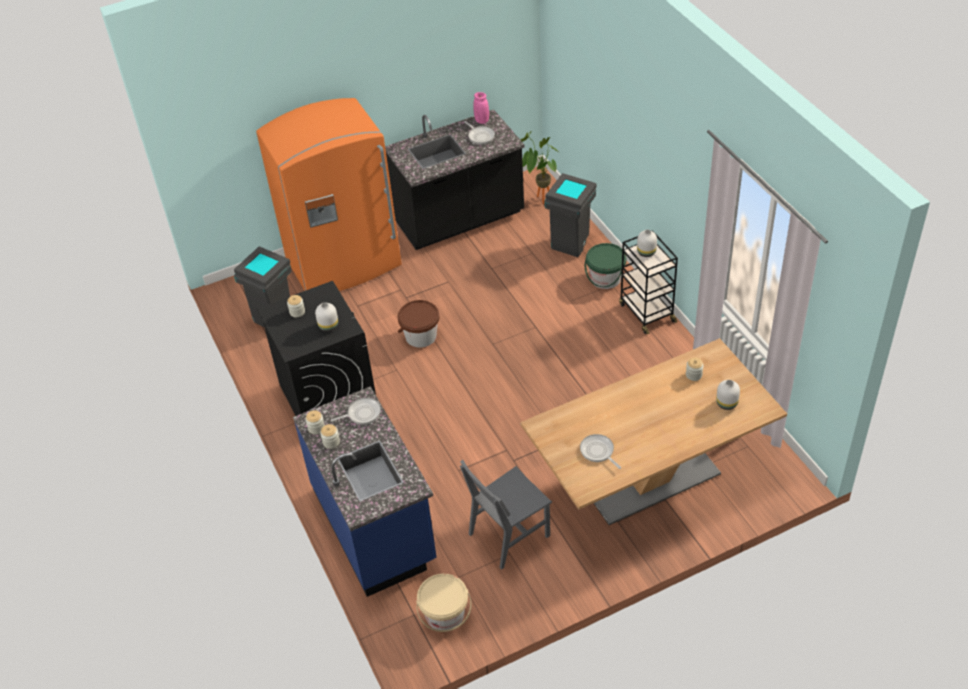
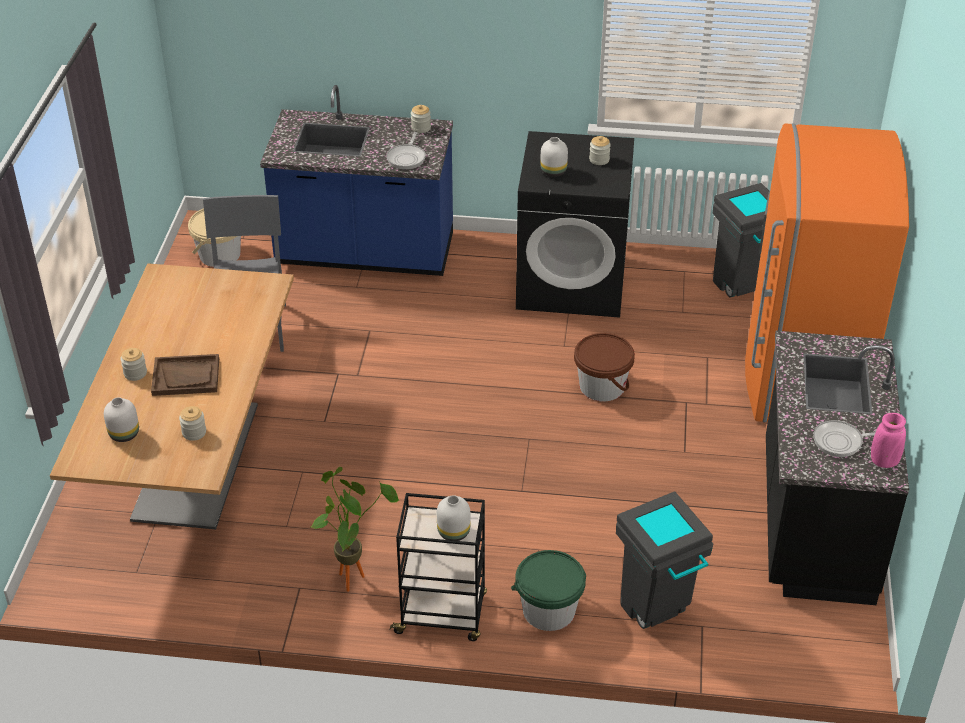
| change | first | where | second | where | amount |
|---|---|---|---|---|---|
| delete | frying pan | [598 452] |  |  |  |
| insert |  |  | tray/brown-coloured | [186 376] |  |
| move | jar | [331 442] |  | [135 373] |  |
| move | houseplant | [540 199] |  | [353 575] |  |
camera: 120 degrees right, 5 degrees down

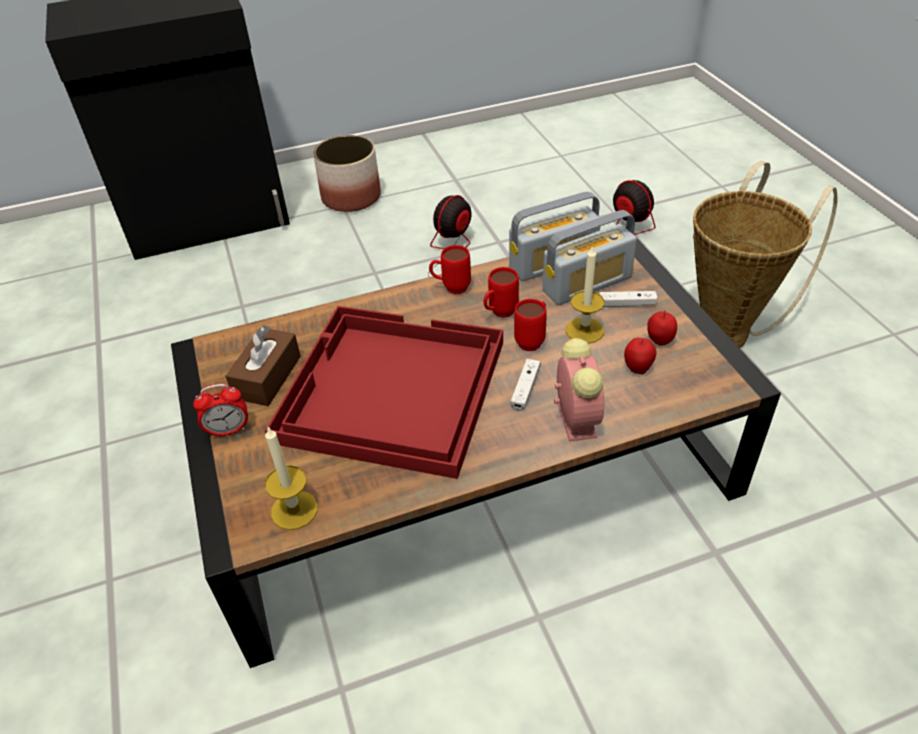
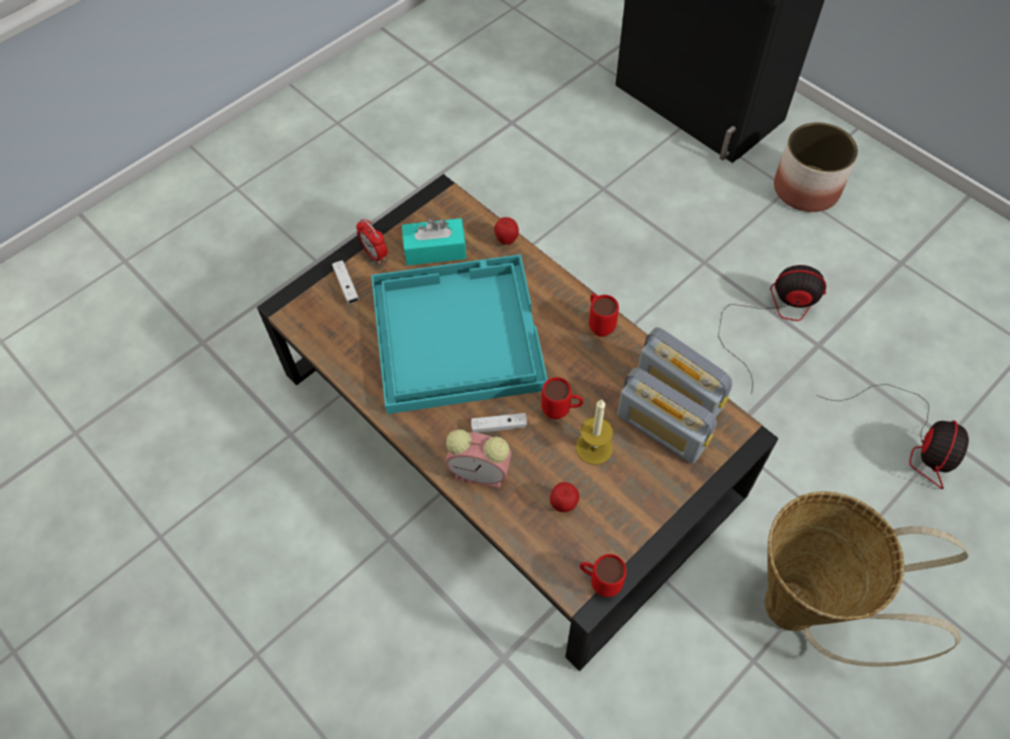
| change | first | where | second | where | amount |
|---|---|---|---|---|---|
| delete | wax candle | [294 510] |  |  |  |
| move | mug/reddish | [499 314] |  | [599 582] |  |
| move | gamepad/white-coloured | [627 304] |  | [346 286] |  |
| move | apple | [659 341] |  | [506 240] |  |
| recolor | tissue box/brown-coloured | [267 377] | tissue box/turquoise-coloured | [435 250] |  |
| recolor | tray/reddish | [390 391] | tray/turquoise-coloured | [455 333] |  |
| rotate | table clock | [575 418] |  | [482 473] | 45 degrees clockwise |
camera: 65 degrees right, 15 degrees up

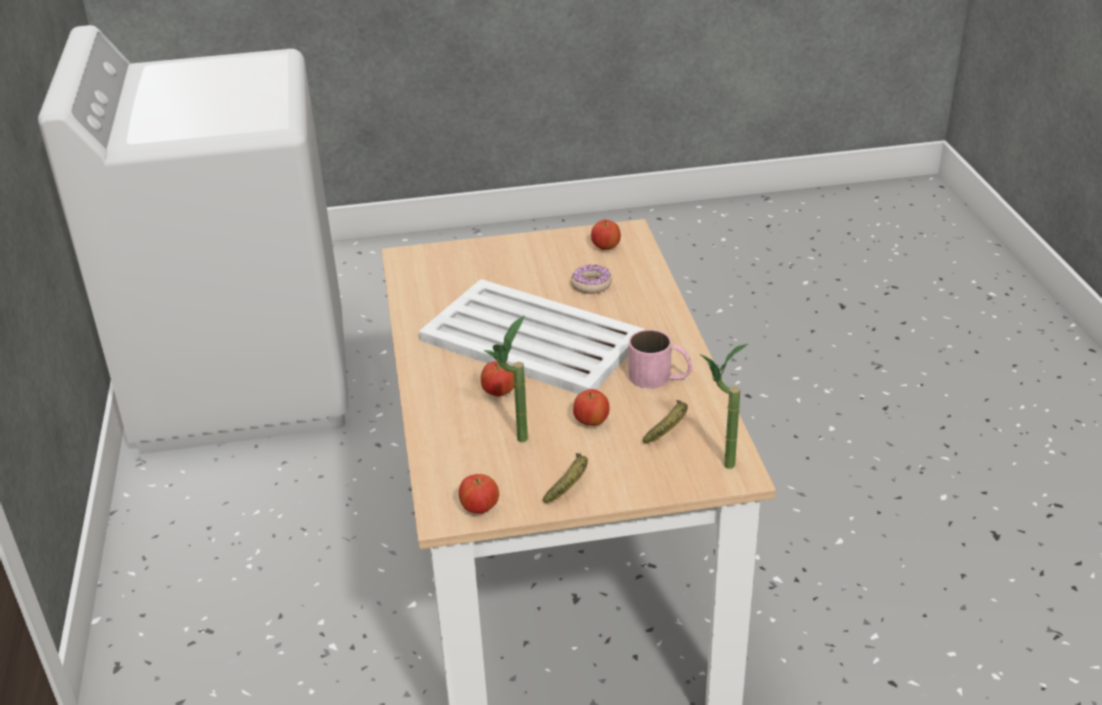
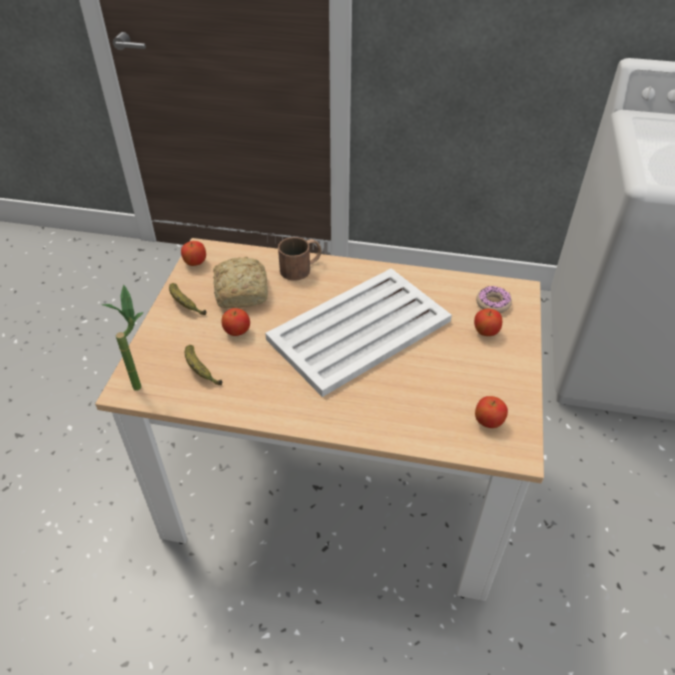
| change | first | where | second | where | amount |
|---|---|---|---|---|---|
| delete | mug/pinkish | [660 377] |  |  |  |
| insert |  |  | mug/brown-coloured | [301 268] |  |
| move | apple | [499 393] |  | [485 332] |  |
| move | donut | [591 284] |  | [493 303] |  |
| replace | houseplant | [514 444] | bakery bread | [242 291] |  |
camera: 110 degrees right, 10 degrees up

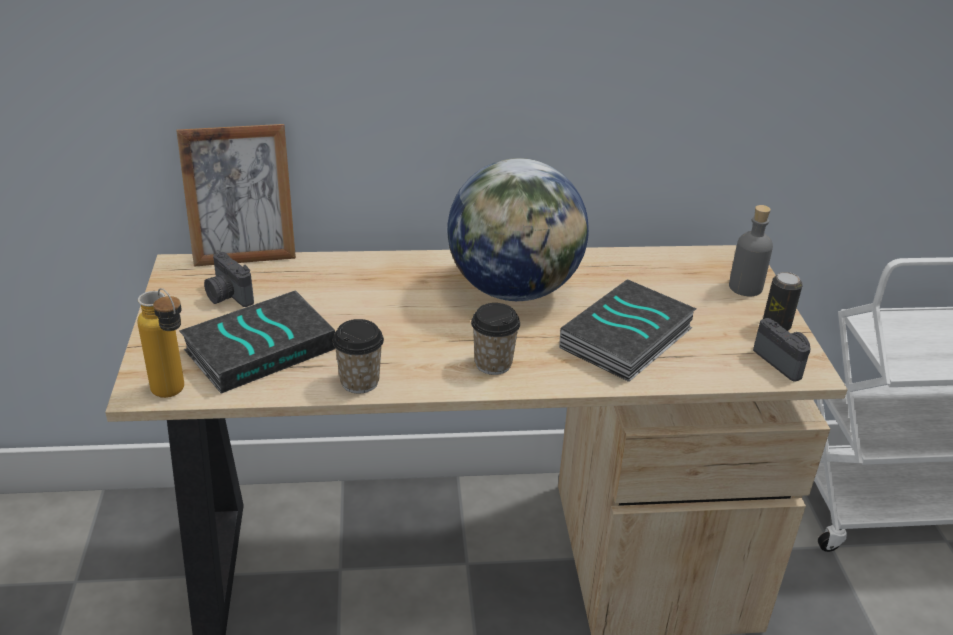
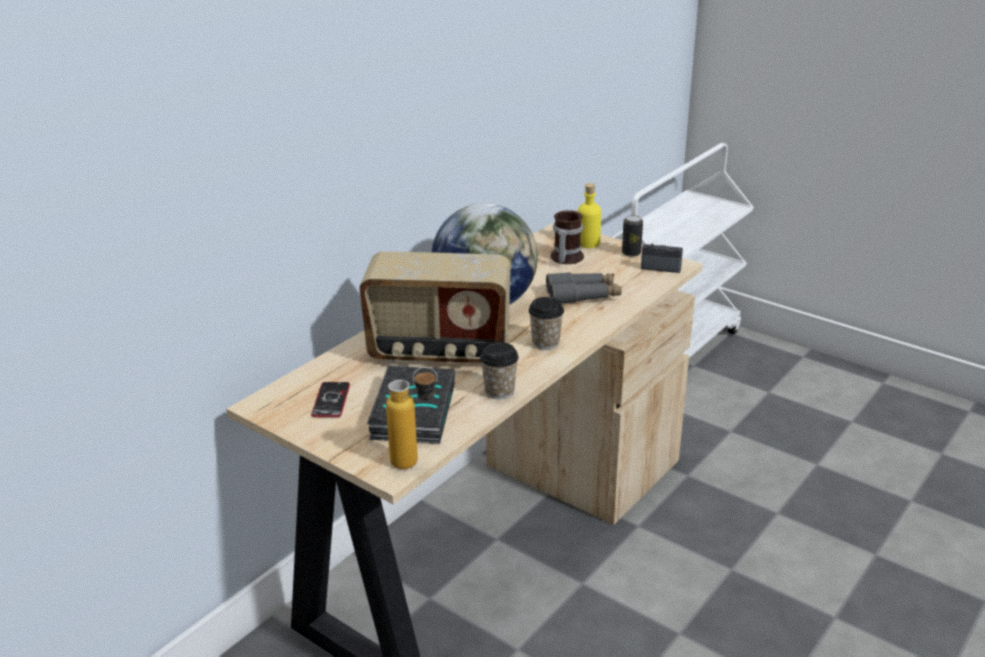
| change | first | where | second | where | amount |
|---|---|---|---|---|---|
| delete | standing frame | [245 255] |  |  |  |
| insert |  |  | radio | [439 352] |  |
| insert |  |  | mug | [564 258] |  |
| replace | still camera | [227 296] | handset | [331 400] |  |
| replace | volume | [627 339] | binoculars/greyish | [583 295] |  |
| recolor | beverage bottle/greyish | [745 287] | beverage bottle/yellowish | [588 243] |  |
camera: 45 degrees left, 5 degrees down

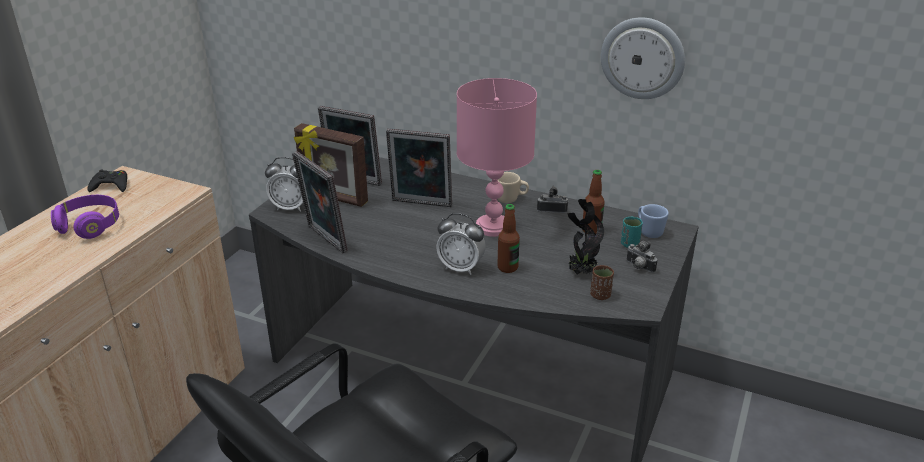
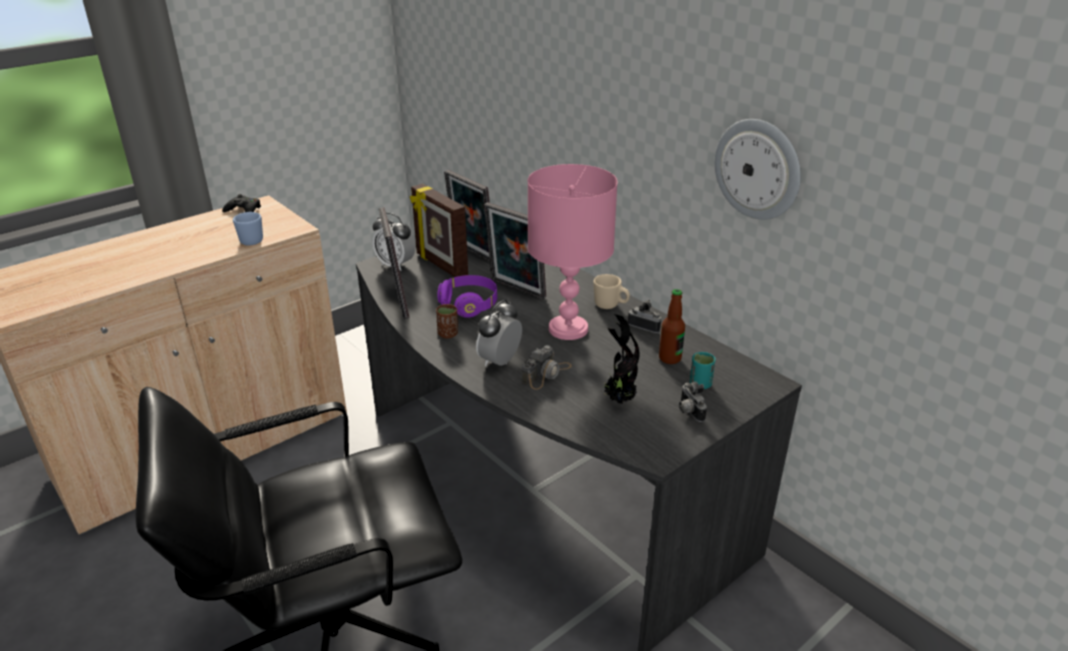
| change | first | where | second | where | amount |
|---|---|---|---|---|---|
| move | headset/purple | [90 226] |  | [469 305] |  |
| move | drinking cup/brown-coloured | [600 295] |  | [448 334] |  |
| move | mug/blue | [648 231] |  | [253 239] |  |
| replace | beverage bottle | [507 267] | still camera | [546 374] |  |
| rotate | table clock | [461 268] |  | [500 361] | 75 degrees clockwise |
camera: 25 degrees right, 0 degrees up

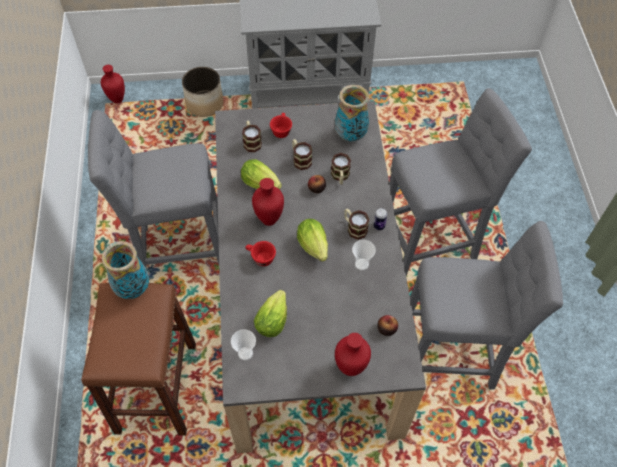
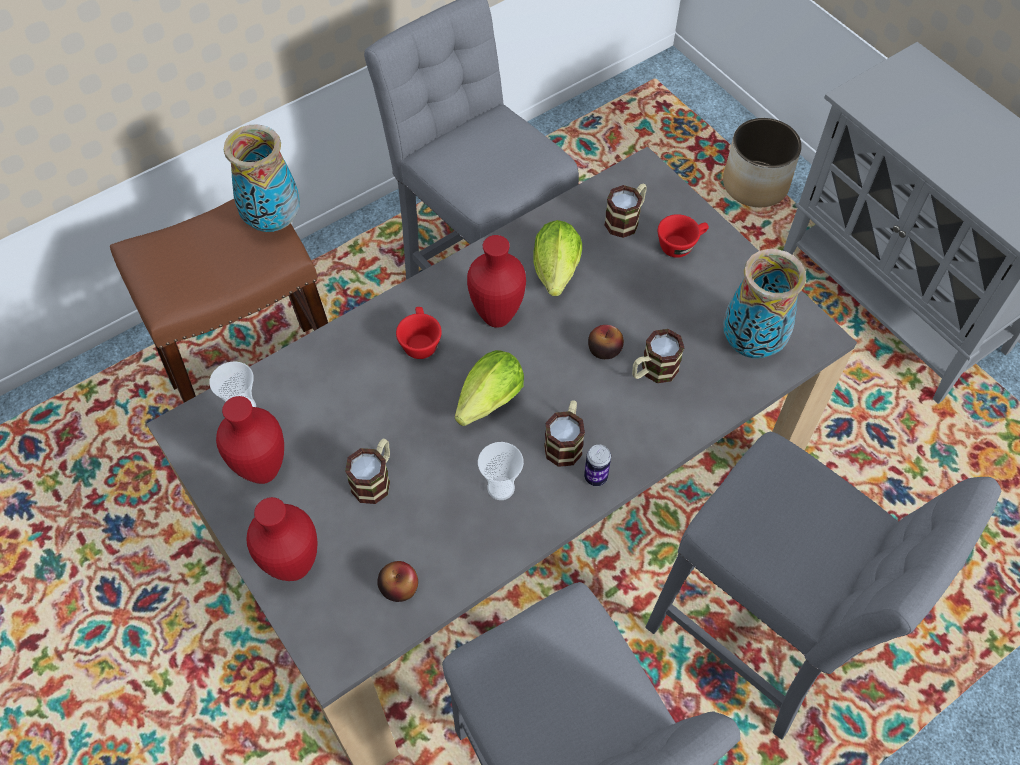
| change | first | where | second | where | amount |
|---|---|---|---|---|---|
| delete | lettuce | [273 318] |  |  |  |
| move | vase/reddish | [117 100] |  | [261 472] |  |
| move | mug | [300 159] |  | [375 479] |  |
camera: 60 degrees right, 0 degrees up

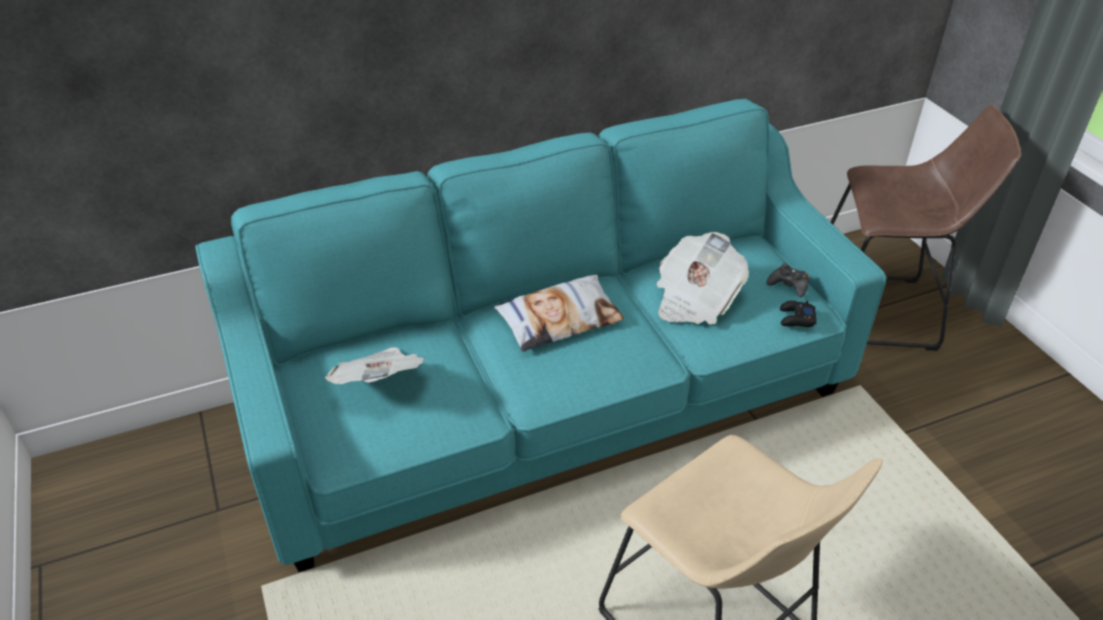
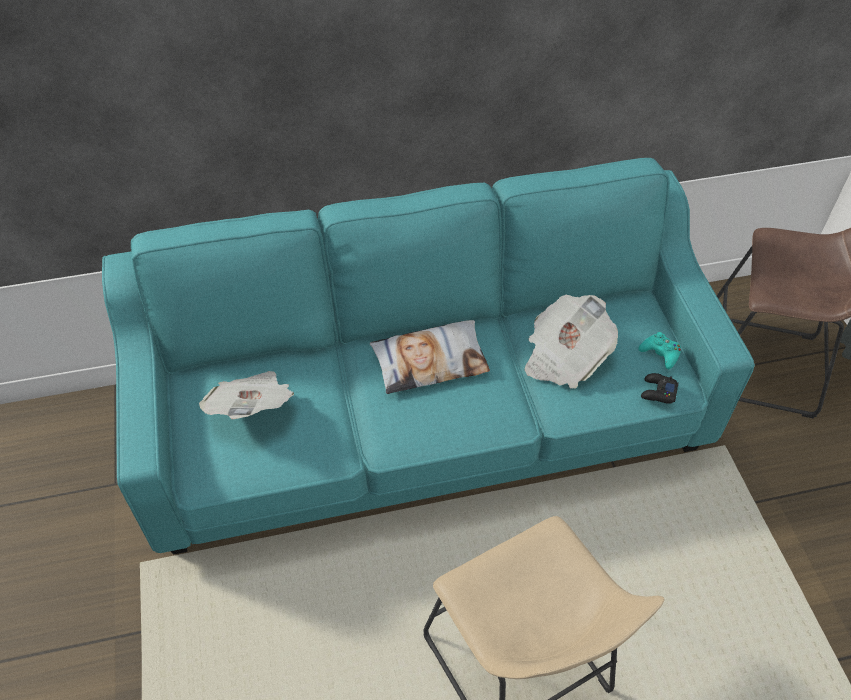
| change | first | where | second | where | amount |
|---|---|---|---|---|---|
| recolor | gamepad/blackish | [788 285] | gamepad/turquoise-coloured | [660 353] |  |
camera: 10 degrees right, 10 degrees up

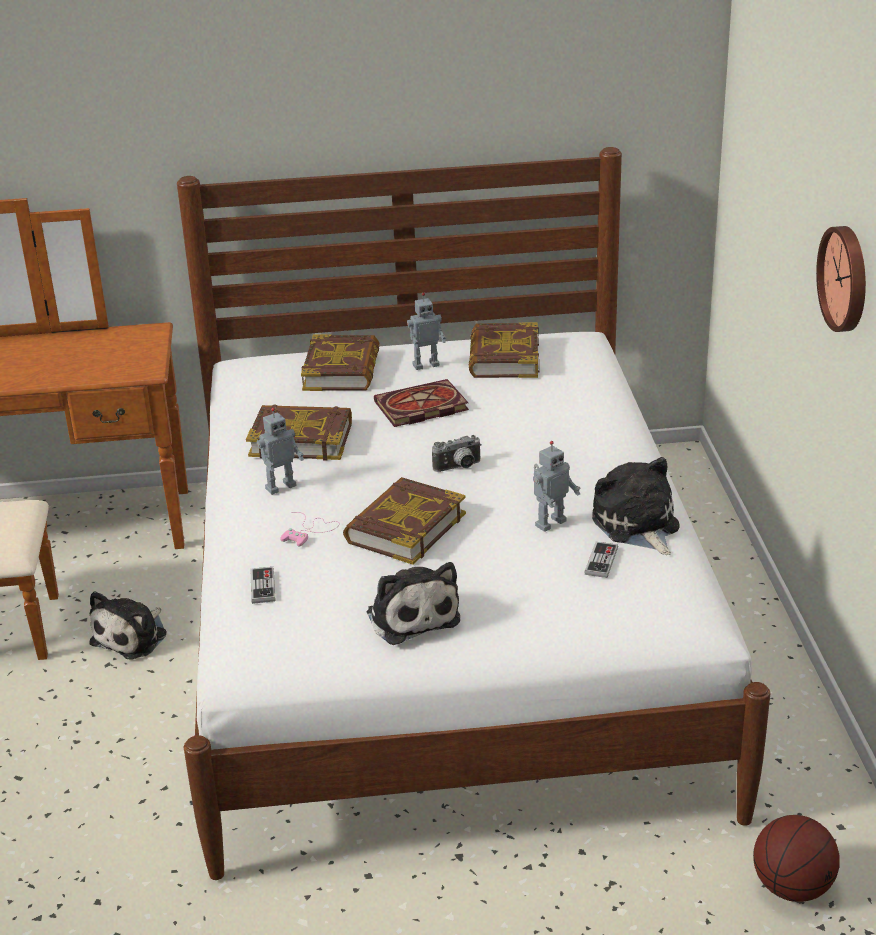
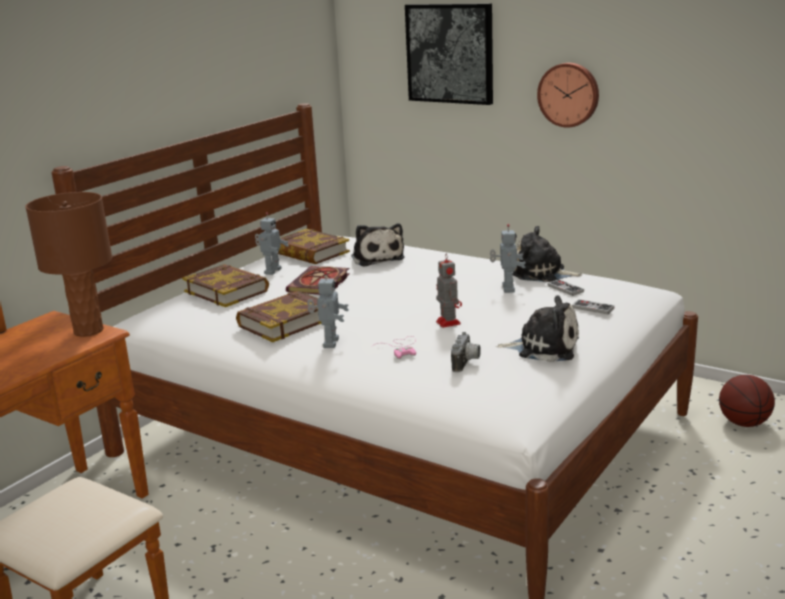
| change | first | where | second | where | amount |
|---|---|---|---|---|---|
| insert |  |  | table lamp/brown-coloured | [89 331] |  |
| insert |  |  | picture | [450 53] |  |
| move | soft toy | [133 637] |  | [377 258] |  |
| move | gamepad | [263 586] |  | [593 308] |  |
| move | still camera | [459 468] |  | [467 363] |  |
| replace | volume | [405 528] | model robot | [447 322] |  |
camera: 50 degrees left, 10 degrees down

